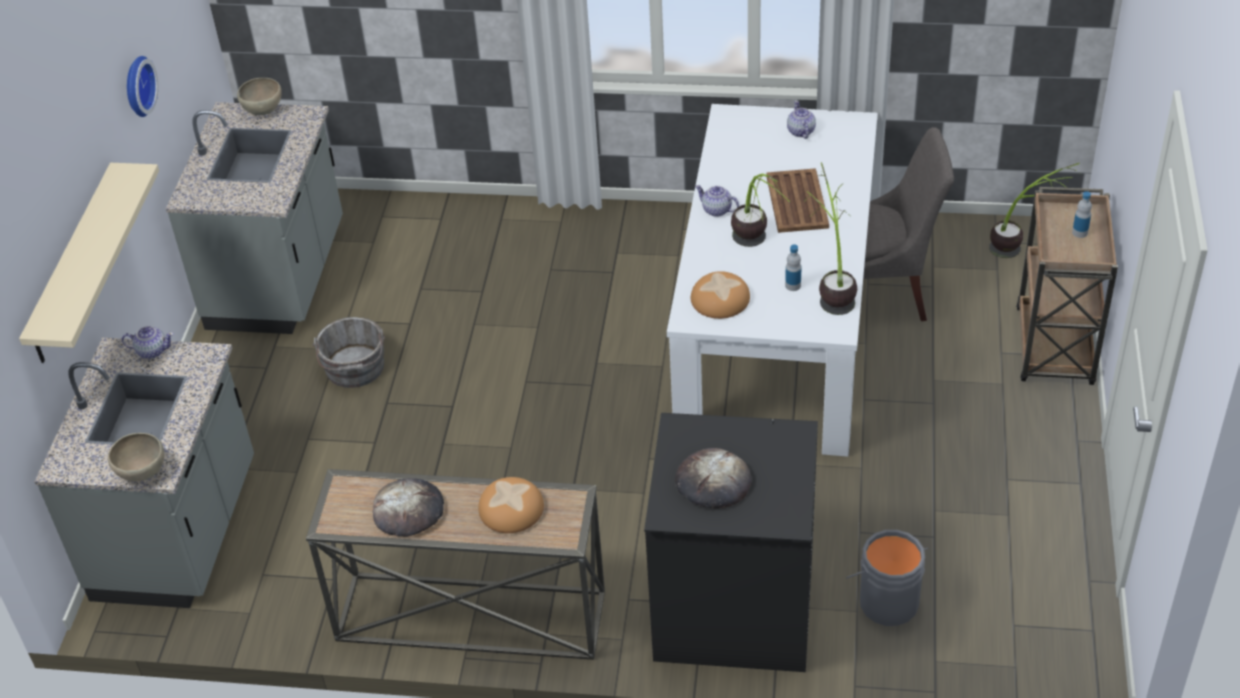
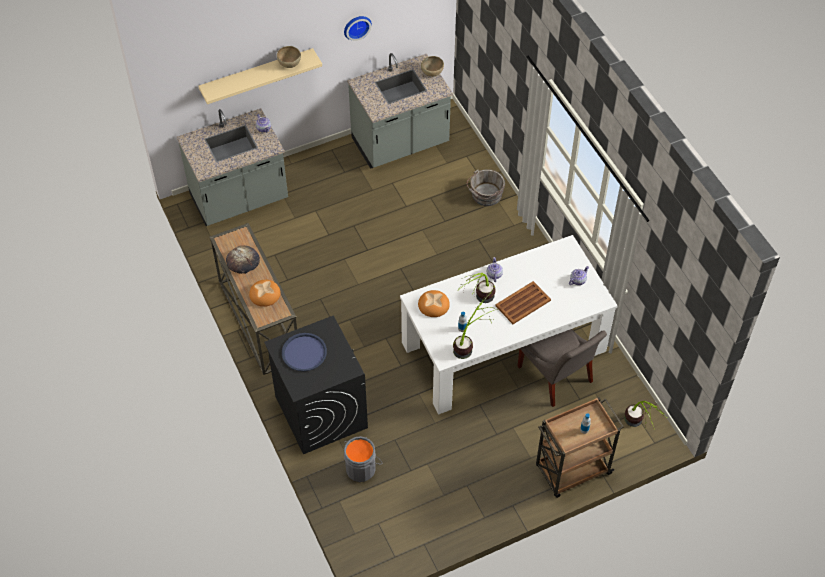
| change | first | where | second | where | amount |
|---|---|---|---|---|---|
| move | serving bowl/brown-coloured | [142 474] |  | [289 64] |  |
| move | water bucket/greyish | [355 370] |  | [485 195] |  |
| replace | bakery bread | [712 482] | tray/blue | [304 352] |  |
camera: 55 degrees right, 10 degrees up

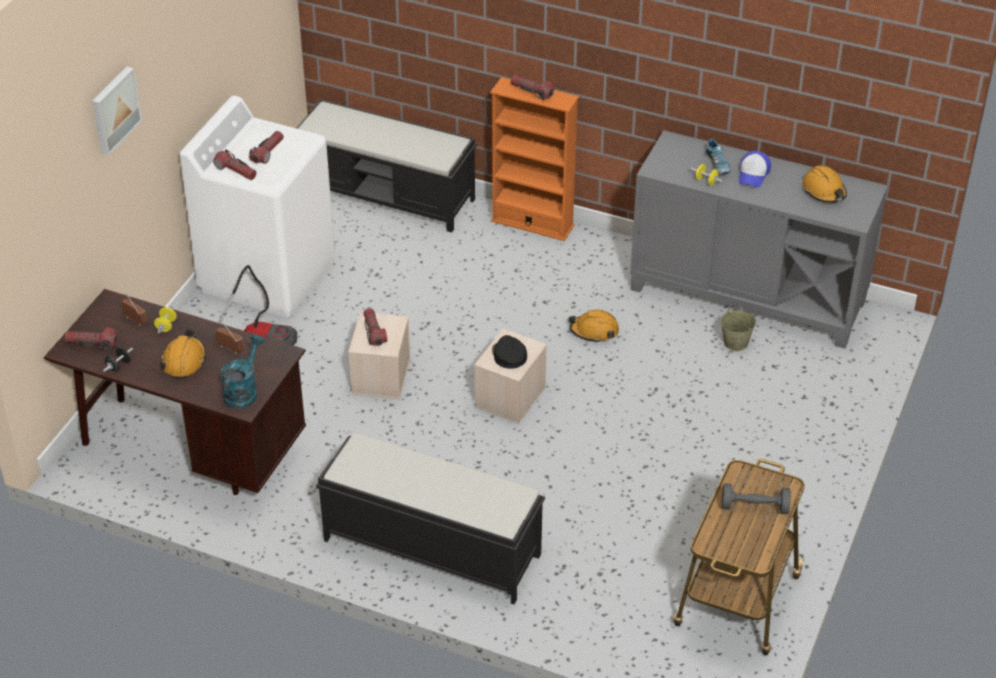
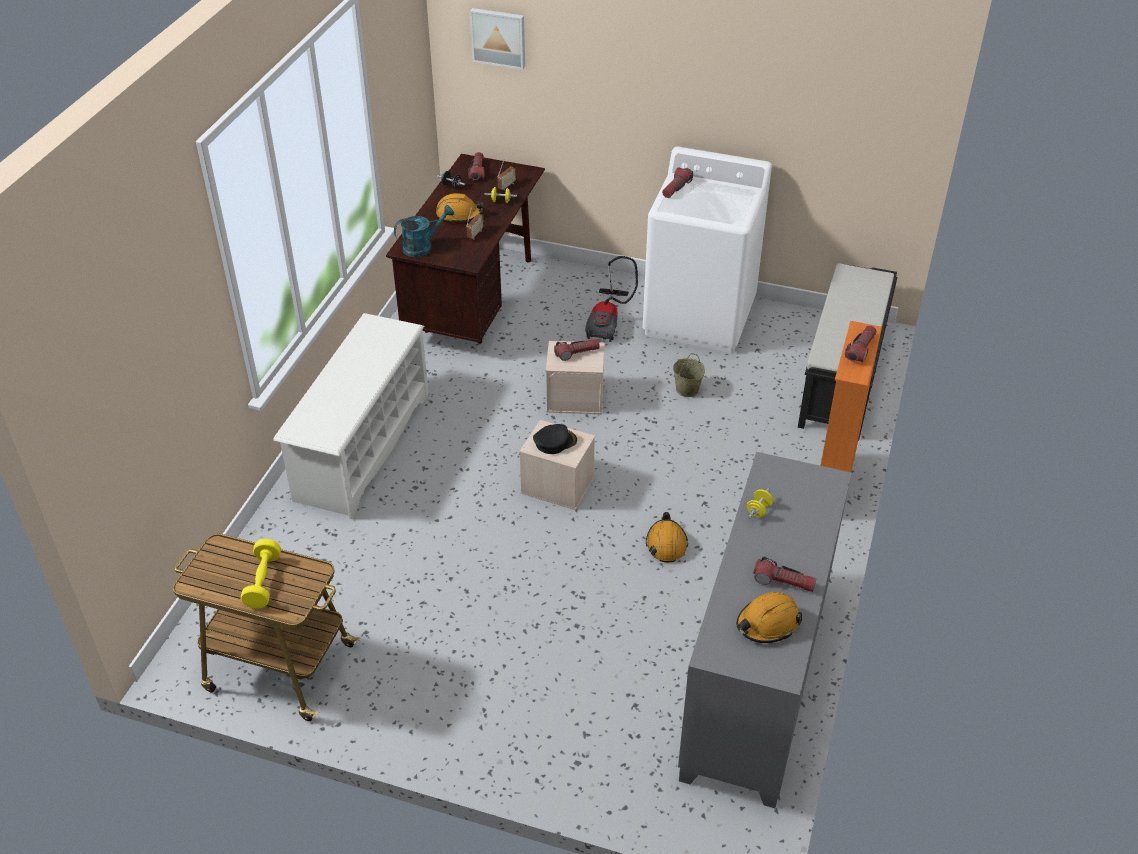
| change | first | where | second | where | amount |
|---|---|---|---|---|---|
| delete | item of footwear | [717 164] |  |  |  |
| delete | cap | [753 174] |  |  |  |
| move | picture | [114 110] |  | [498 37] |  |
| move | flashlight | [267 152] |  | [783 582] |  |
| move | water bucket/beige-coloured | [736 343] |  | [687 390] |  |
| replace | long seat/blackish | [430 547] | shoe shelf/white-coloured | [362 446] |  |
| recolor | dumbbell/greyish | [754 507] | dumbbell/yellowish | [263 582] |  |
| rotate | sprinkling can/turquoise-coloured | [243 391] |  | [423 247] | 45 degrees counterclockwise |
camera: 85 degrees right, 0 degrees up

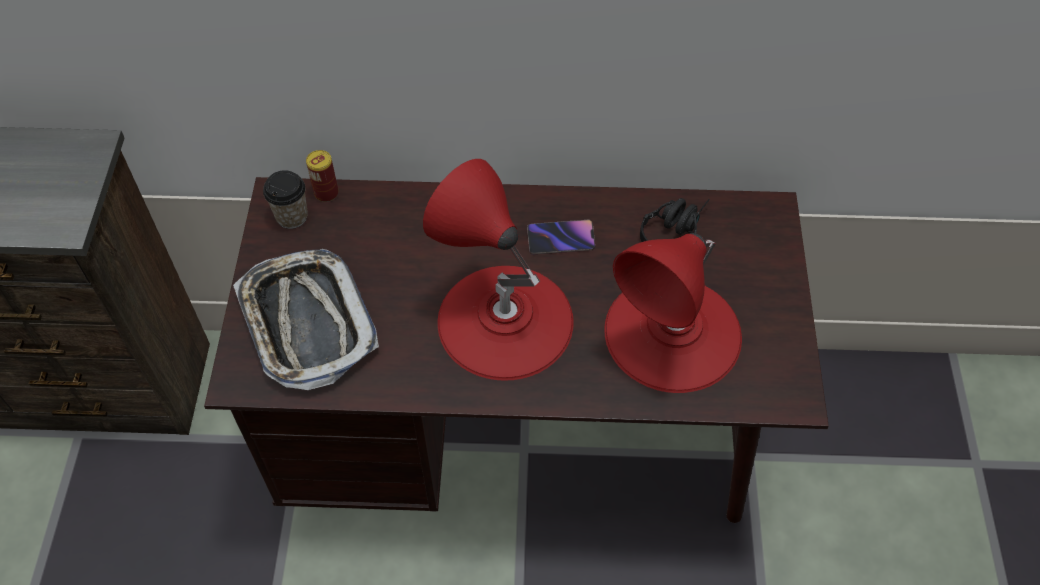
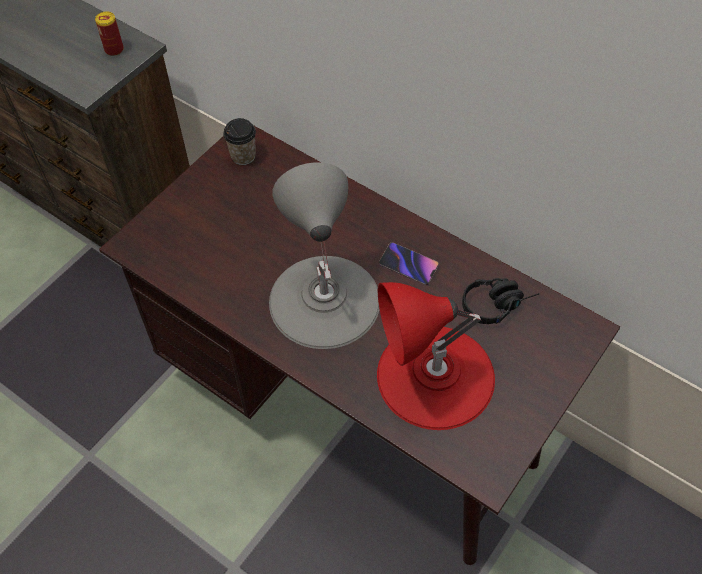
| change | first | where | second | where | amount |
|---|---|---|---|---|---|
| delete | tray | [306 323] |  |  |  |
| move | metal can | [326 193] |  | [114 50] |  |
| recolor | table lamp/reddish | [504 321] | table lamp/greyish | [324 300] |  |
camera: 35 degrees right, 0 degrees up

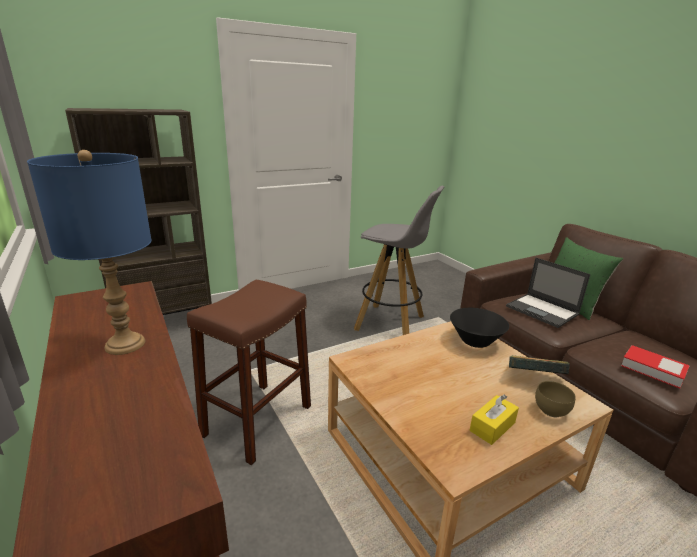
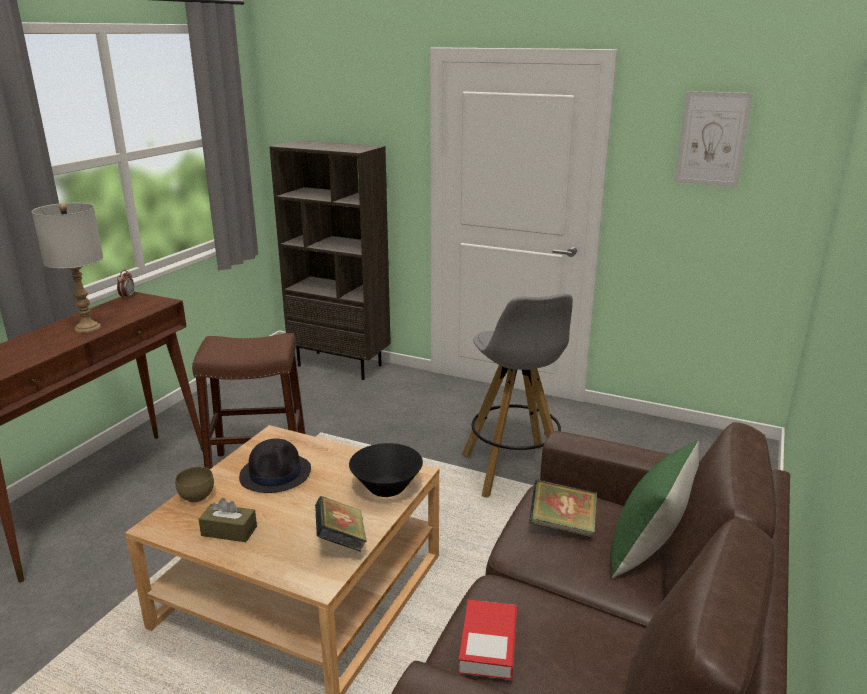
| change | first | where | second | where | amount |
|---|---|---|---|---|---|
| insert |  |  | table clock | [127 297] |  |
| insert |  |  | hat/blackish | [276 474] |  |
| insert |  |  | picture | [712 139] |  |
| move | serving bowl/brown-coloured | [552 411] |  | [195 497] |  |
| replace | laptop | [543 310] | volume | [562 525] |  |
| recolor | table lamp/blue | [125 344] | table lamp/greyish | [88 328] |  |
| recolor | tissue box/yellowish | [492 426] | tissue box/brown-coloured | [229 531] |  |
camera: 55 degrees right, 0 degrees up

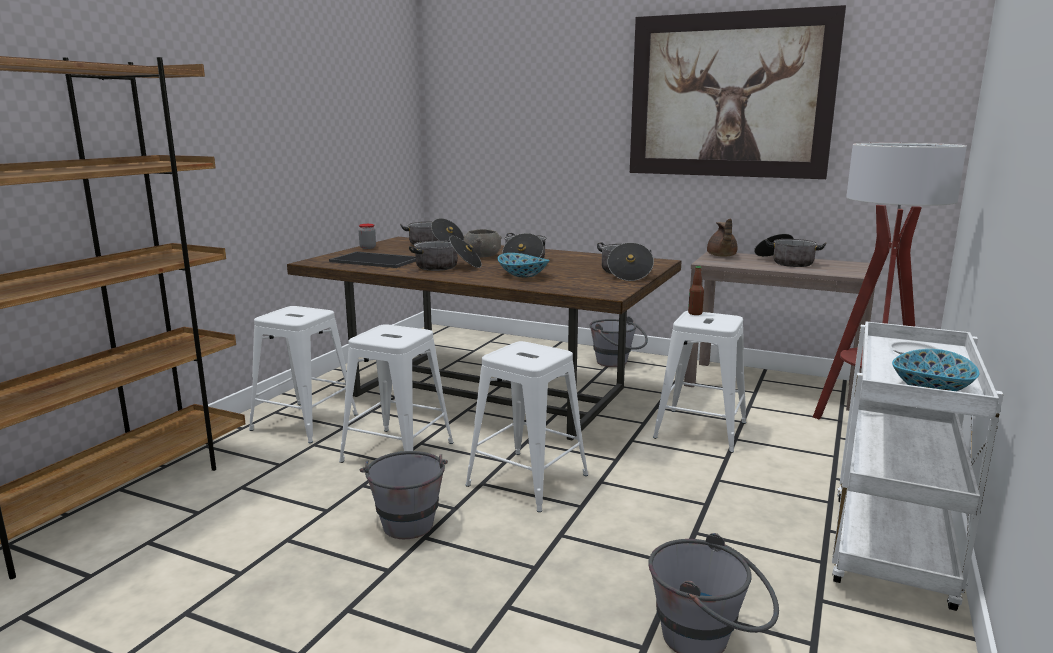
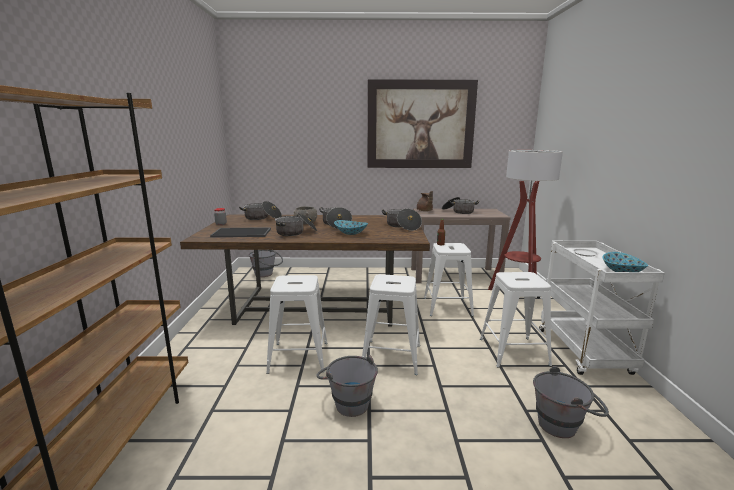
| change | first | where | second | where | amount |
|---|---|---|---|---|---|
| move | stool/white-coloured | [305 422] |  | [513 351] |  |
| move | water bucket/greyish | [617 363] |  | [267 274] |  |
camera: 25 degrees left, 0 degrees up

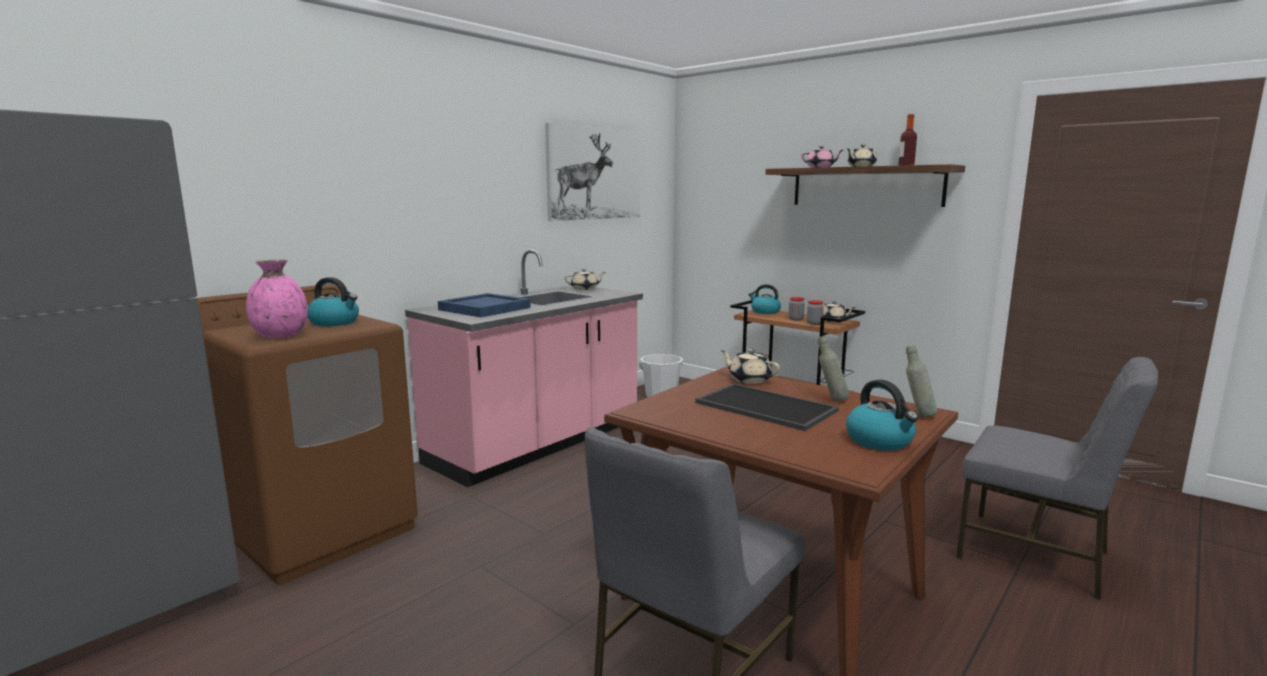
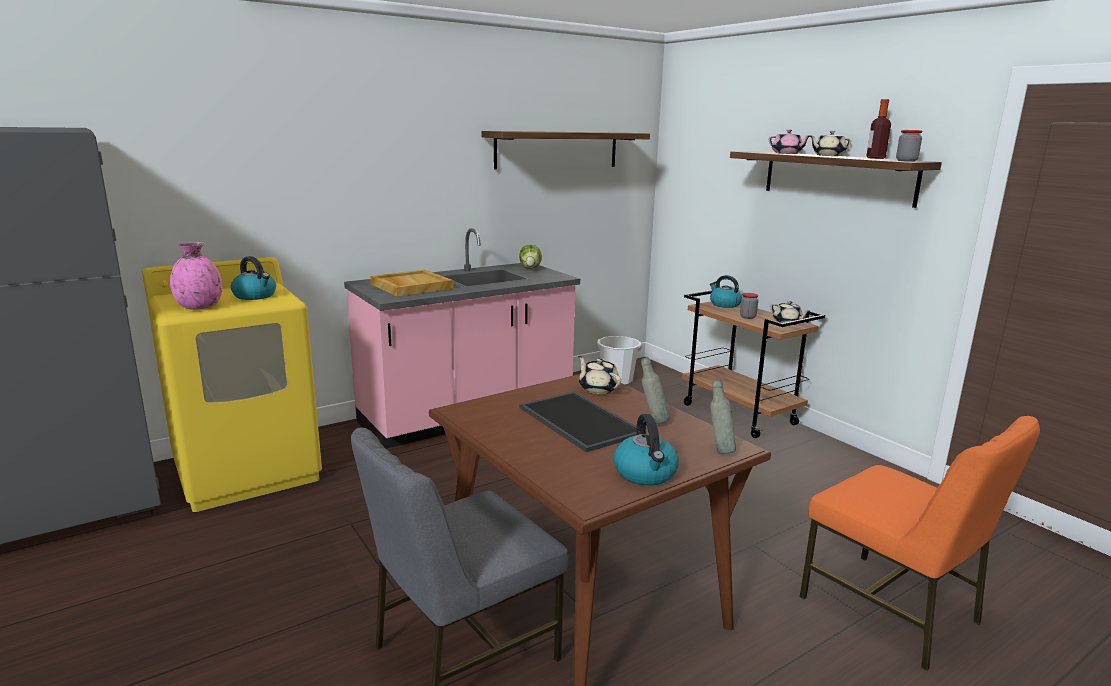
| change | first | where | second | where | amount |
|---|---|---|---|---|---|
| move | jar | [814 323] |  | [906 161] |  |
| replace | picture | [595 174] | bracket shelf | [557 150] |  |
| replace | pot for tea/beige-coloured | [585 289] | lettuce | [531 268] |  |
| recolor | laundry appliance/brown-coloured | [322 530] | laundry appliance/yellowish | [248 470] |  |
| recolor | tray/blue | [483 309] | tray/beige-coloured | [410 286] |  |
| recolor | upright chair/greyish | [1035 555] | upright chair/orangey | [892 610] |  |
camera: 15 degrees right, 5 degrees up

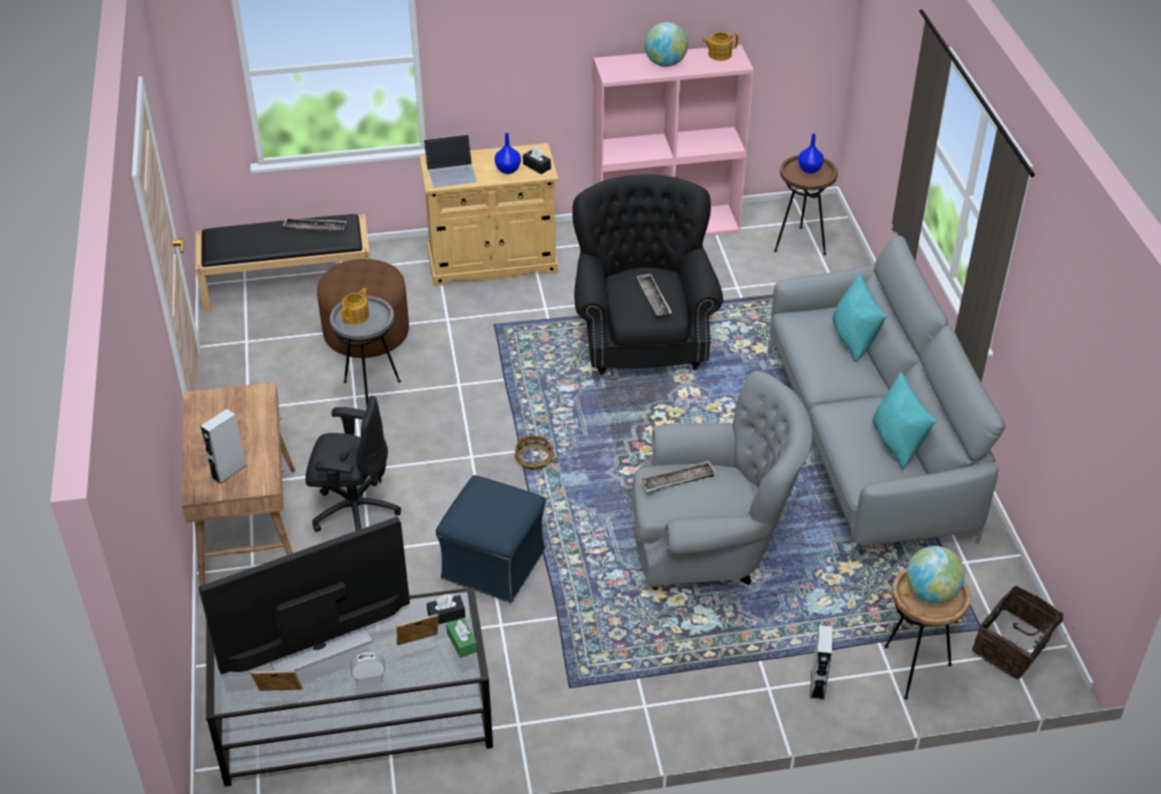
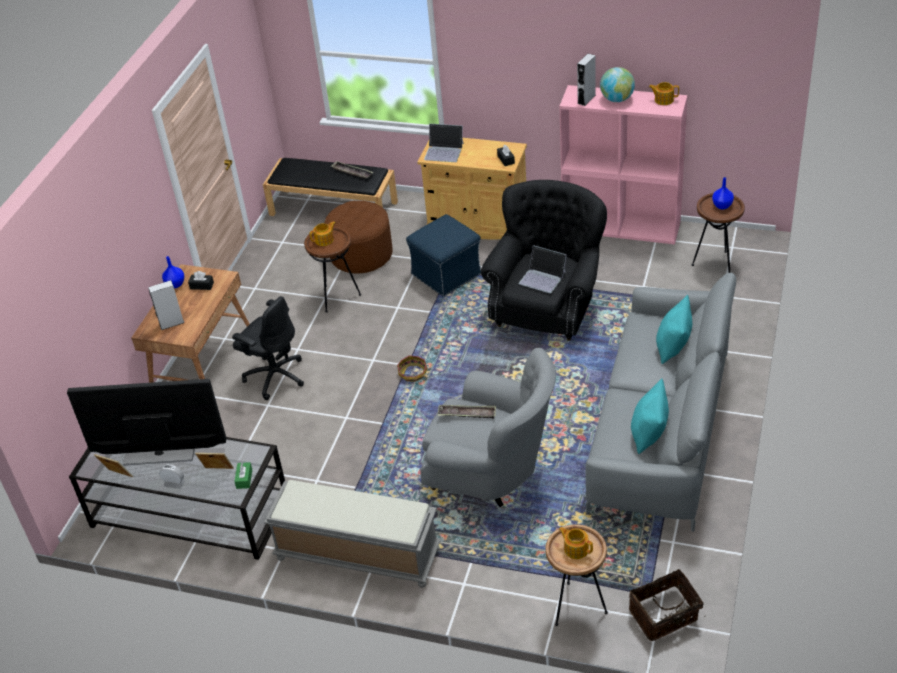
| change | first | where | second | where | amount |
|---|---|---|---|---|---|
| insert |  |  | long seat/greyish | [356 555] |  |
| move | tissue box/blackish | [446 615] |  | [202 286] |  |
| move | footrest/blue | [494 563] |  | [447 273] |  |
| move | vase/blue | [508 169] |  | [175 284] |  |
| move | loudspeaker/greyish | [817 684] |  | [586 99] |  |
| replace | tray | [653 298] | laptop | [543 277] |  |
| replace | globe | [930 593] | pot for tea | [576 548] |  |
| recolor | side table/greyish | [371 392] | side table/brown-coloured | [337 297] |  |
camera: 30 degrees right, 0 degrees up

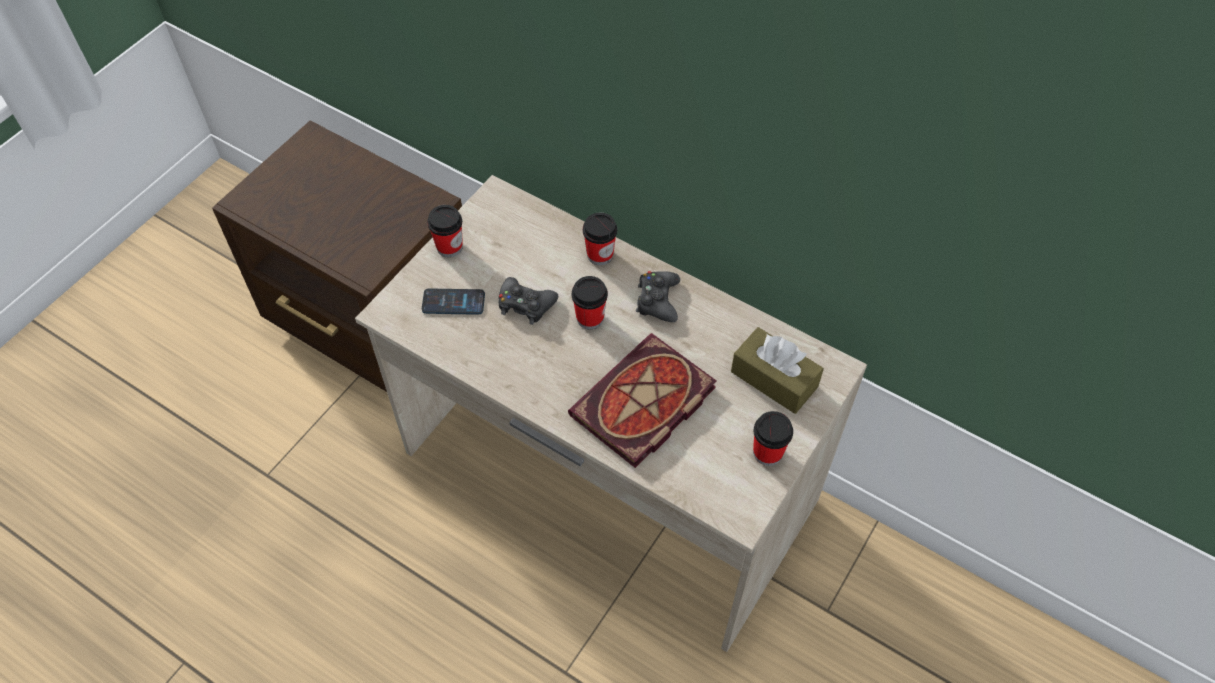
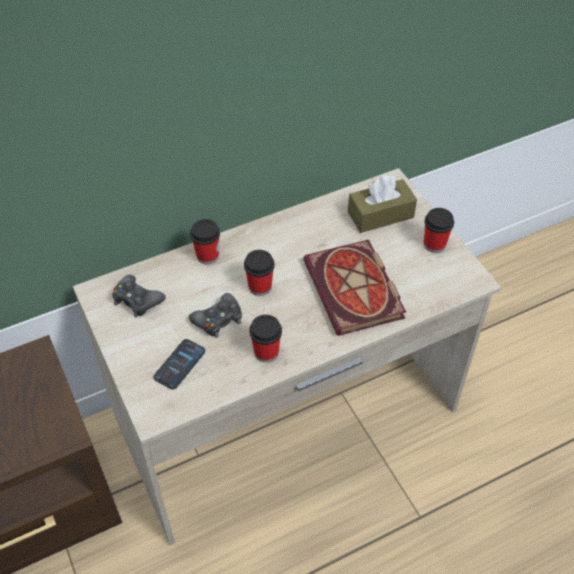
| change | first | where | second | where | amount |
|---|---|---|---|---|---|
| move | drinking cup | [449 247] |  | [266 352] |  |
| move | gamepad/blackish | [657 300] |  | [137 300] |  |
camera: 60 degrees left, 5 degrees down

